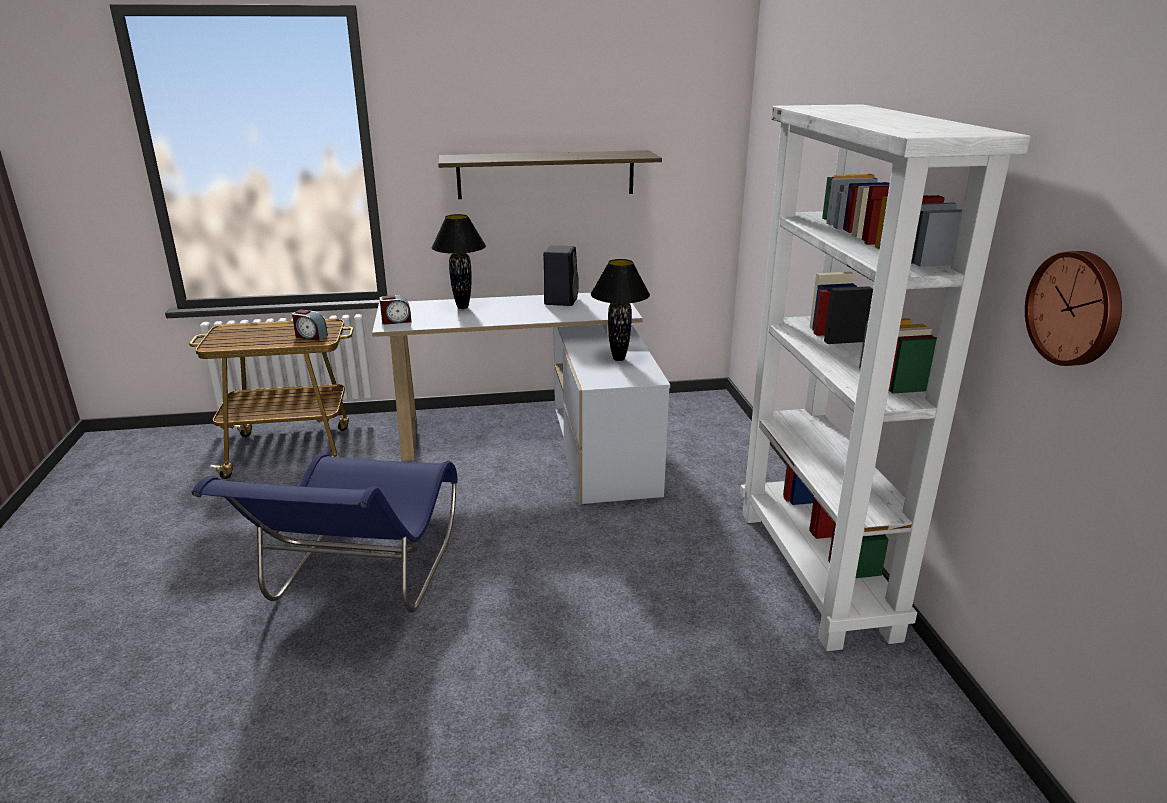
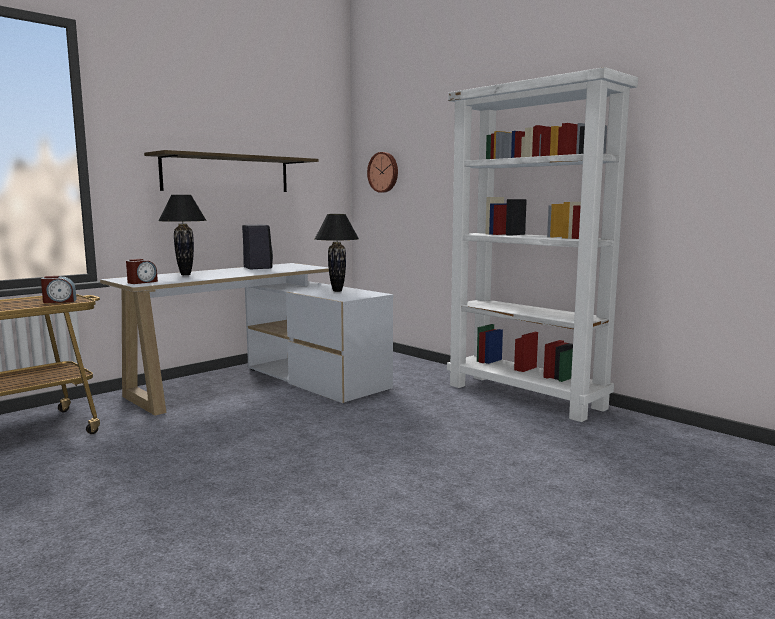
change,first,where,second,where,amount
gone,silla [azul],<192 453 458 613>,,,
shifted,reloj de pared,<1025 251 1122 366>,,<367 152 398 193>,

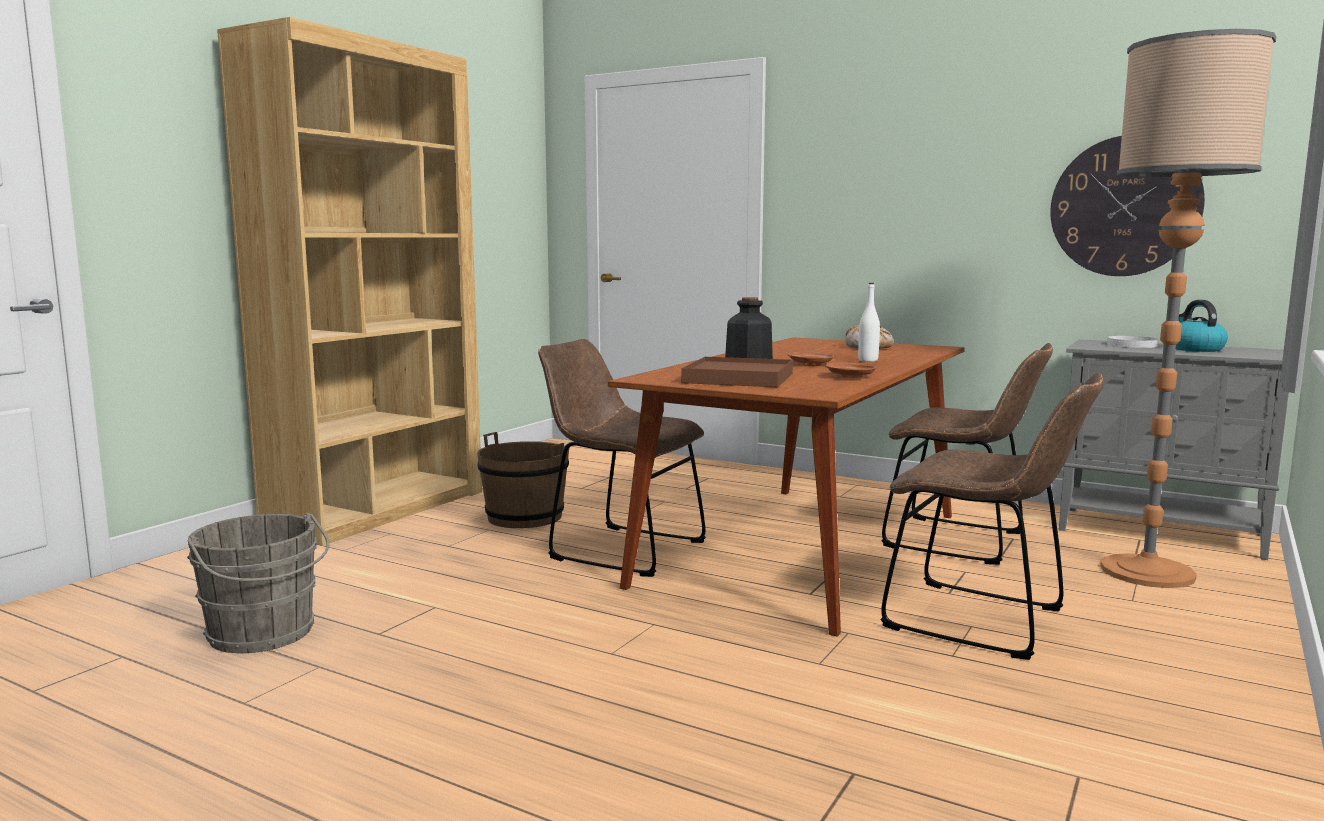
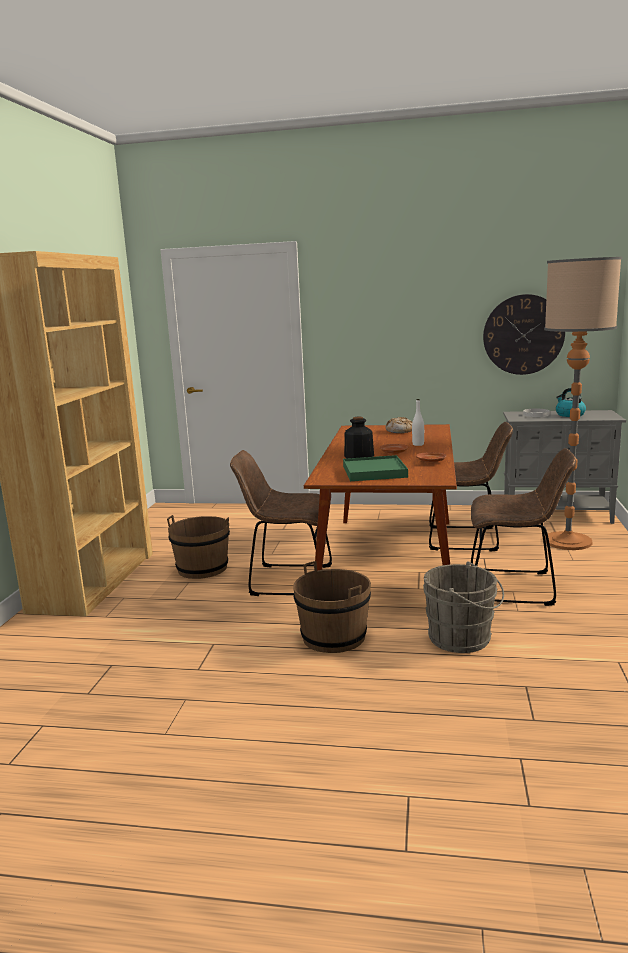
change,first,where,second,where,amount
shifted,cubo [gris],<187 513 330 653>,,<423 561 504 653>,
repainted,bandeja [marrón],<681 357 793 387>,bandeja [verde],<343 455 408 481>,
new,,,cubo [marrón],<293 561 371 653>,

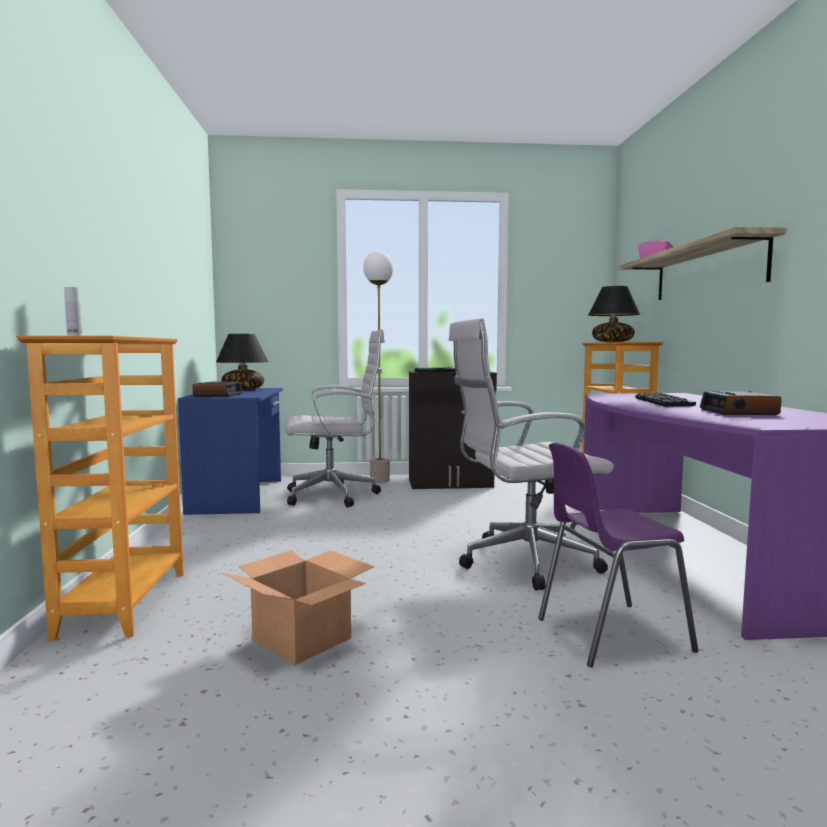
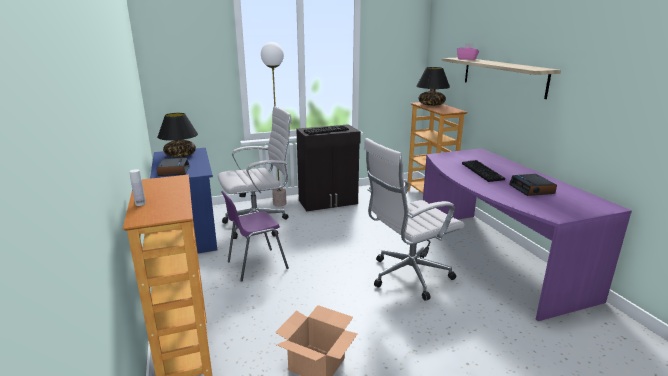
change,first,where,second,where,amount
shifted,silla [morado],<538 443 698 667>,,<221 191 289 282>,

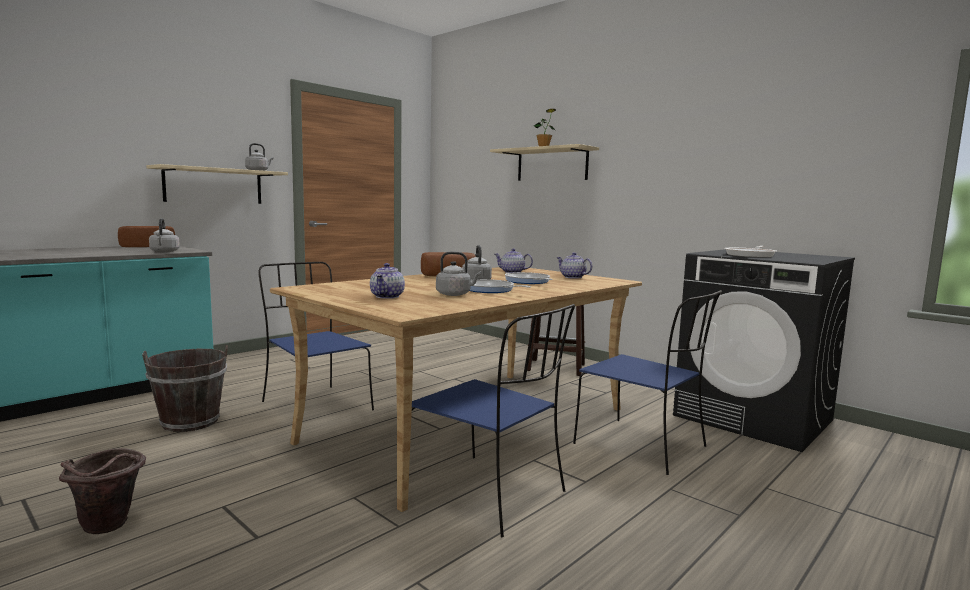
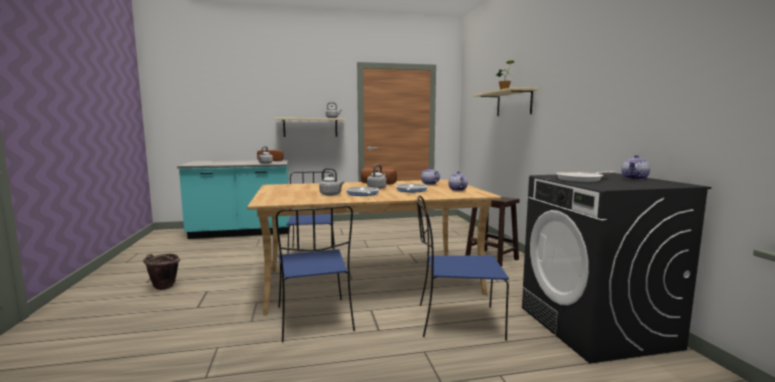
change,first,where,second,where,amount
gone,cubo [marrón],<142 345 228 432>,,,
shifted,tetera,<370 263 405 299>,,<621 155 650 180>,
rotated,silla [azul],<573 290 722 475>,,<417 195 509 341>,105 degrees clockwise

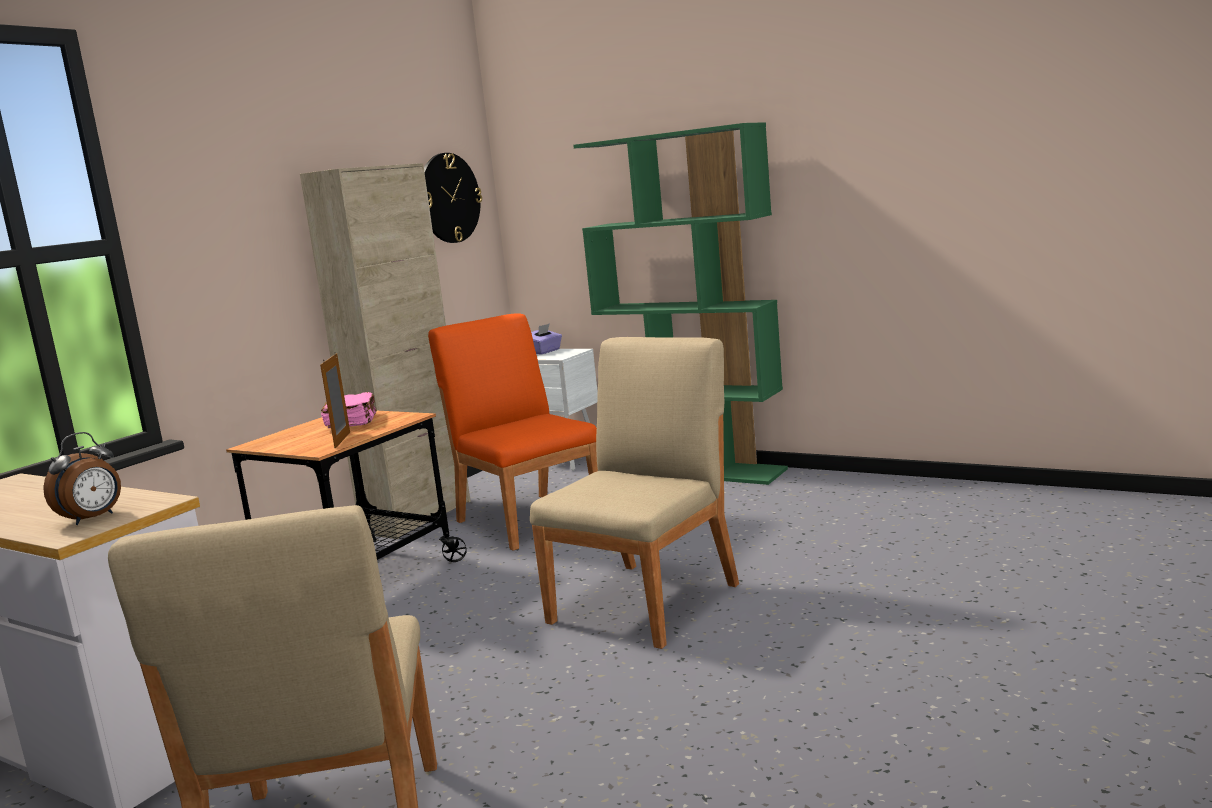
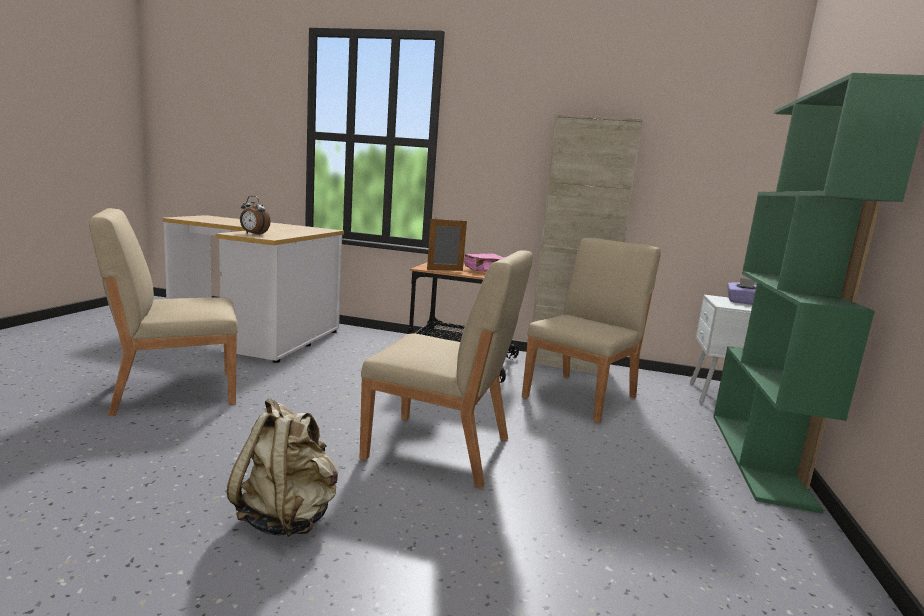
change,first,where,second,where,amount
gone,reloj de pared,<424 153 482 243>,,,
repainted,silla [naranja],<428 313 598 551>,silla [beis],<522 238 661 423>,
new,,,mochila [beis],<227 398 338 537>,

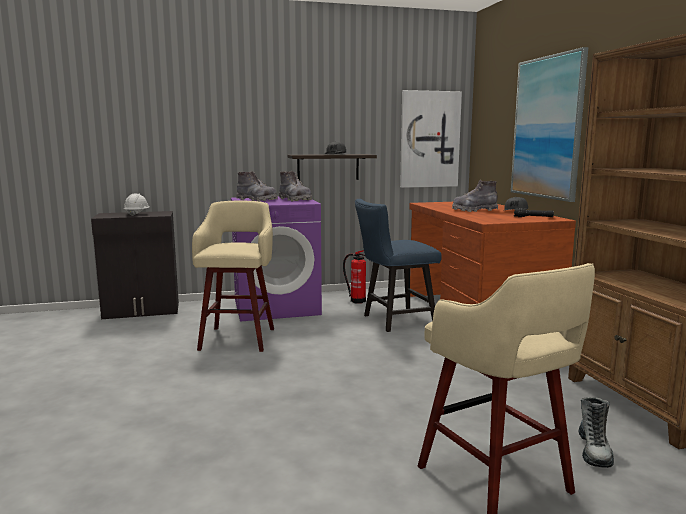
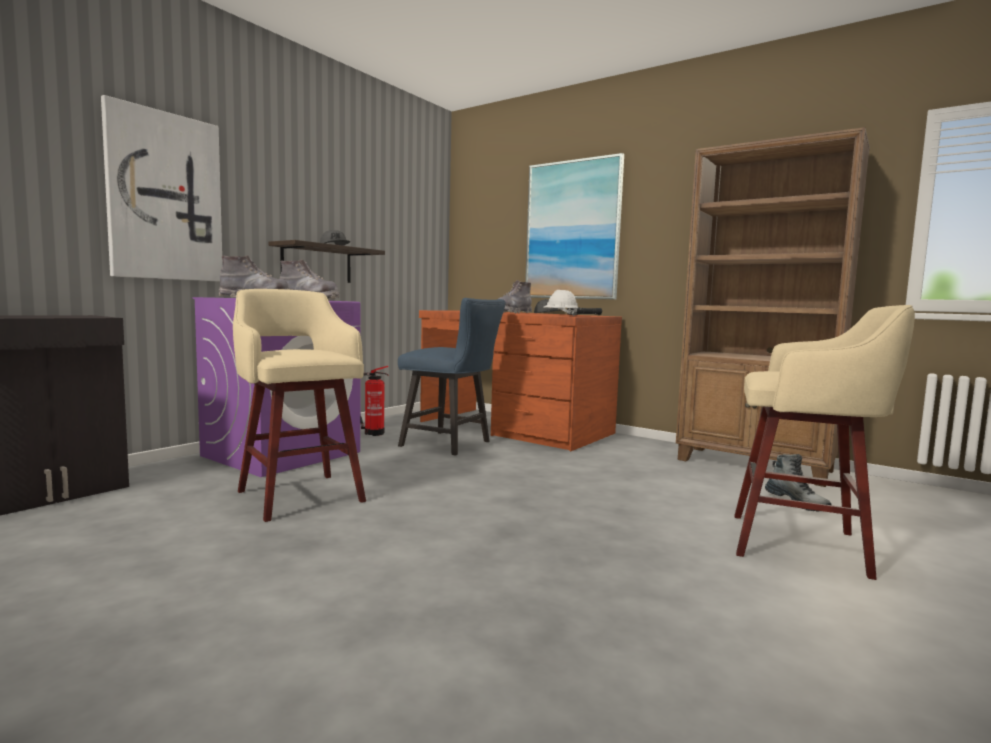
change,first,where,second,where,amount
shifted,casco [blanco],<123 194 150 216>,,<543 290 578 316>,
rotated,silla [azul],<355 199 442 332>,,<398 298 506 455>,90 degrees counterclockwise
shifted,cuadro,<400 90 462 188>,,<101 95 223 282>,

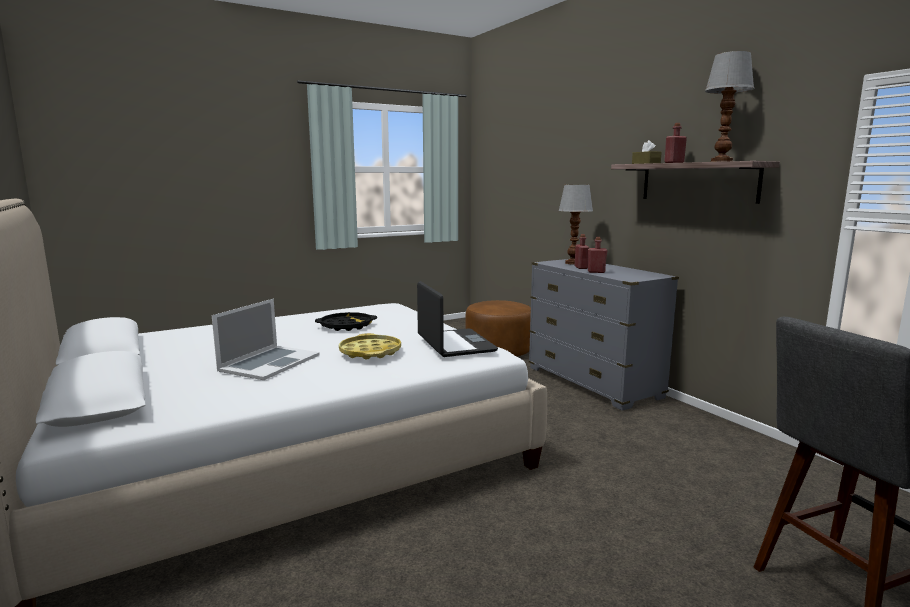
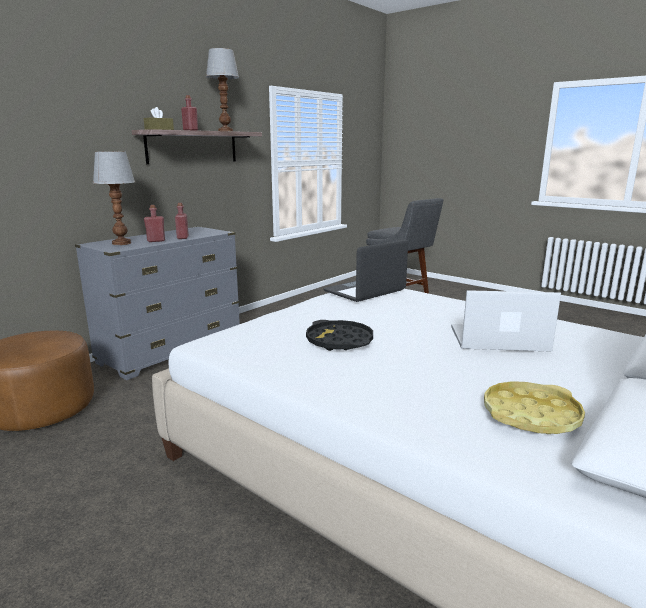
change,first,where,second,where,amount
shifted,bandeja [amarillo],<339 333 401 359>,,<484 381 585 434>,

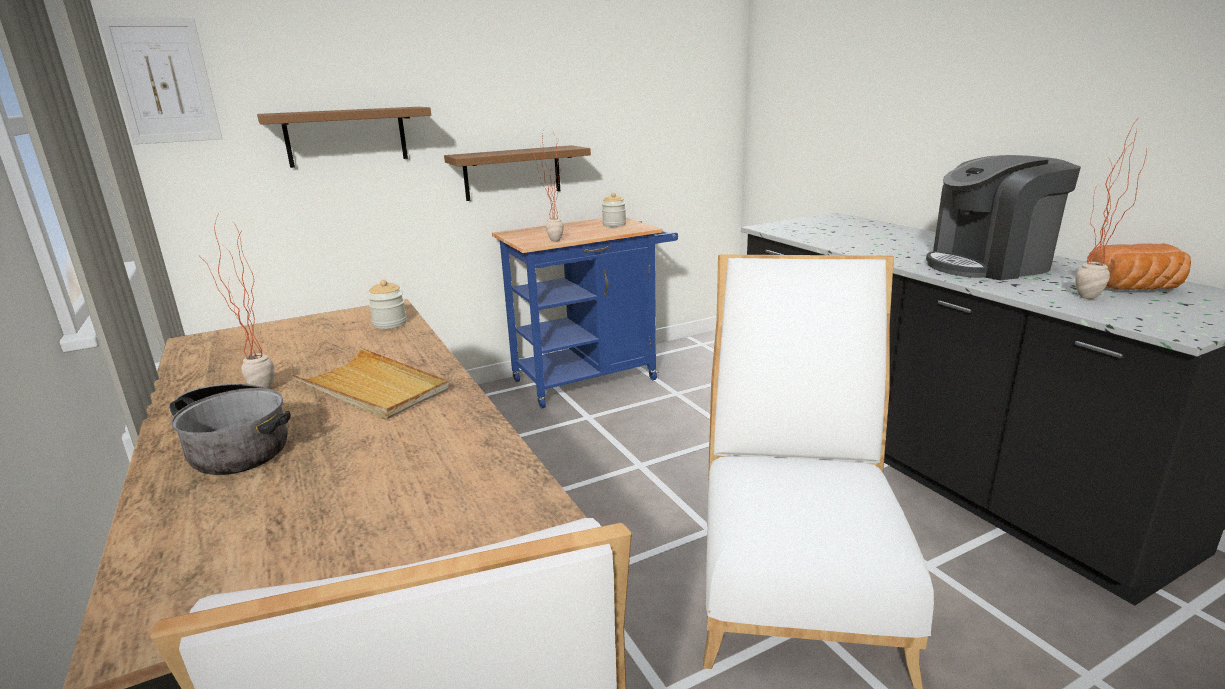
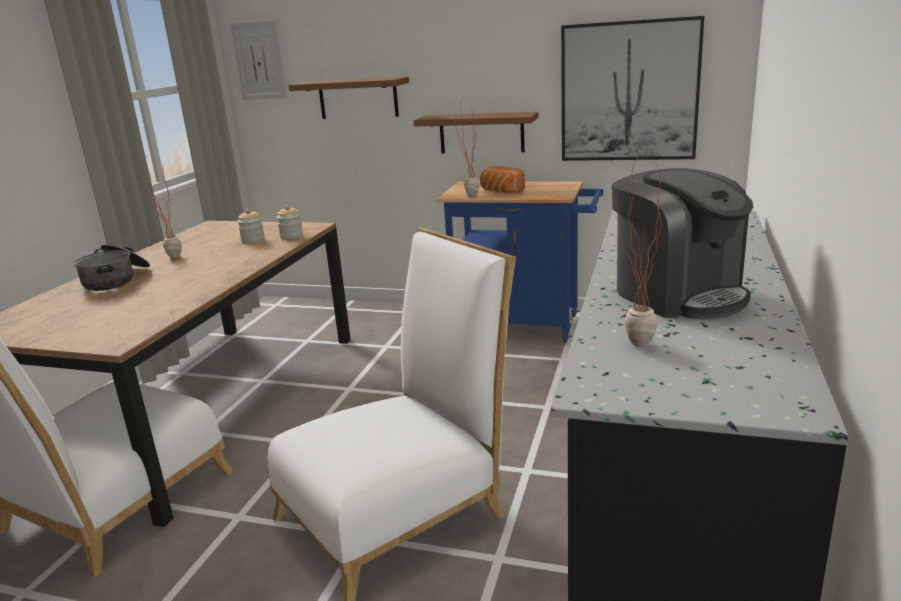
change,first,where,second,where,amount
gone,bandeja [beis],<289 348 449 420>,,,
shifted,tarro,<602 193 626 227>,,<237 209 265 243>,
rotated,cafetera,<926 155 1081 280>,,<612 168 753 319>,150 degrees counterclockwise
shifted,pan,<1089 244 1191 290>,,<480 166 525 193>,
new,,,cuadro,<561 16 705 161>,

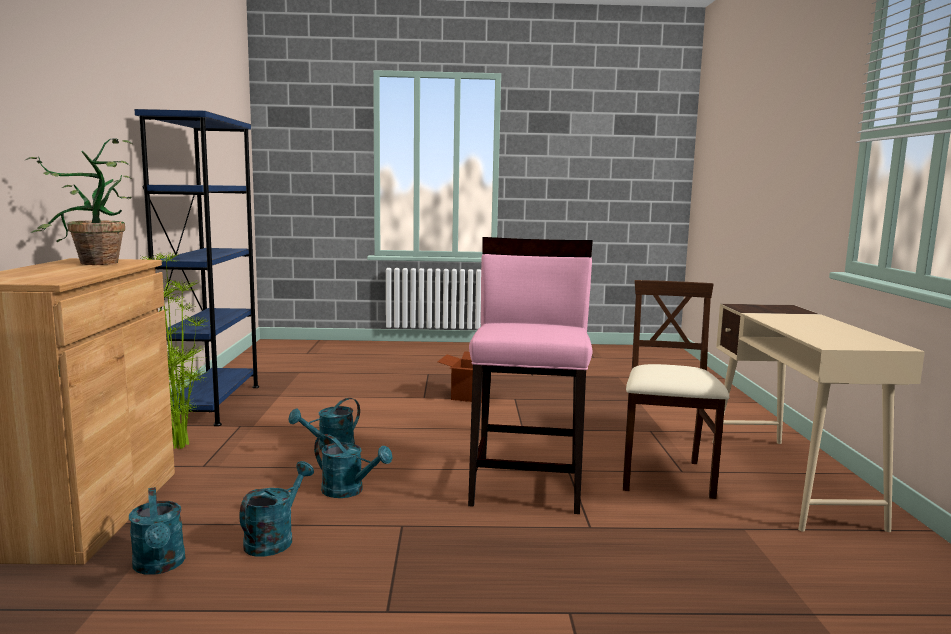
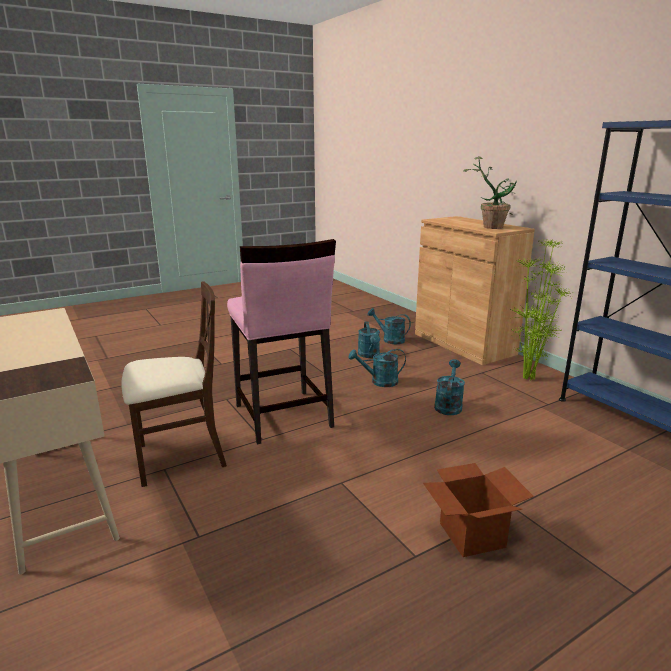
change,first,where,second,where,amount
rotated,silla [beis],<622 280 729 499>,,<121 281 227 487>,90 degrees counterclockwise

